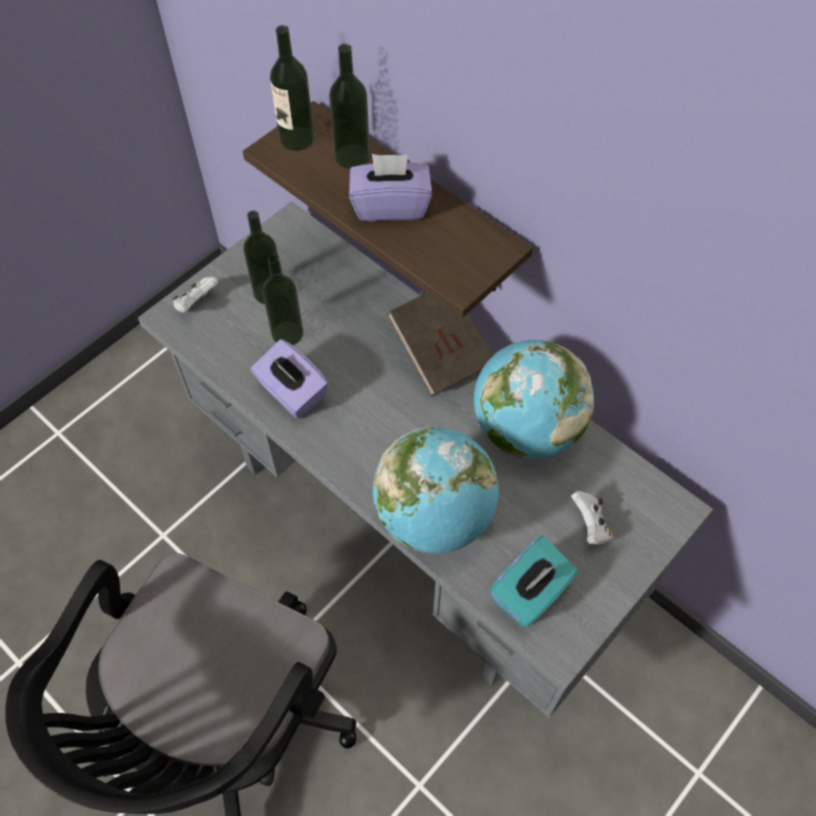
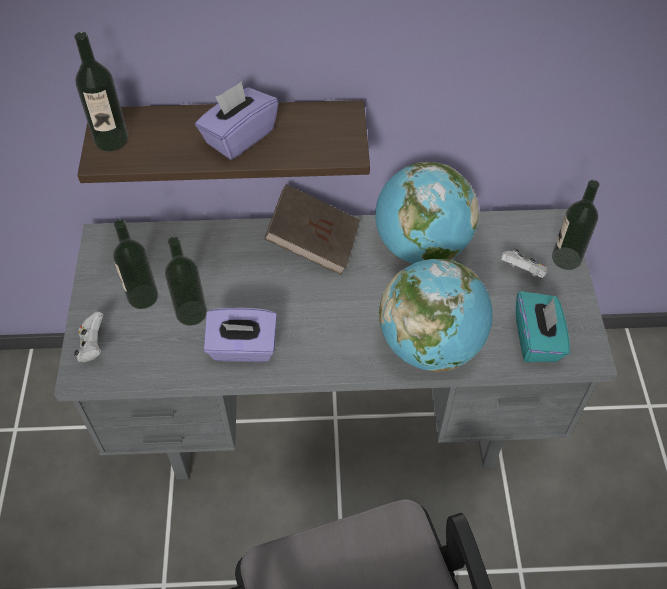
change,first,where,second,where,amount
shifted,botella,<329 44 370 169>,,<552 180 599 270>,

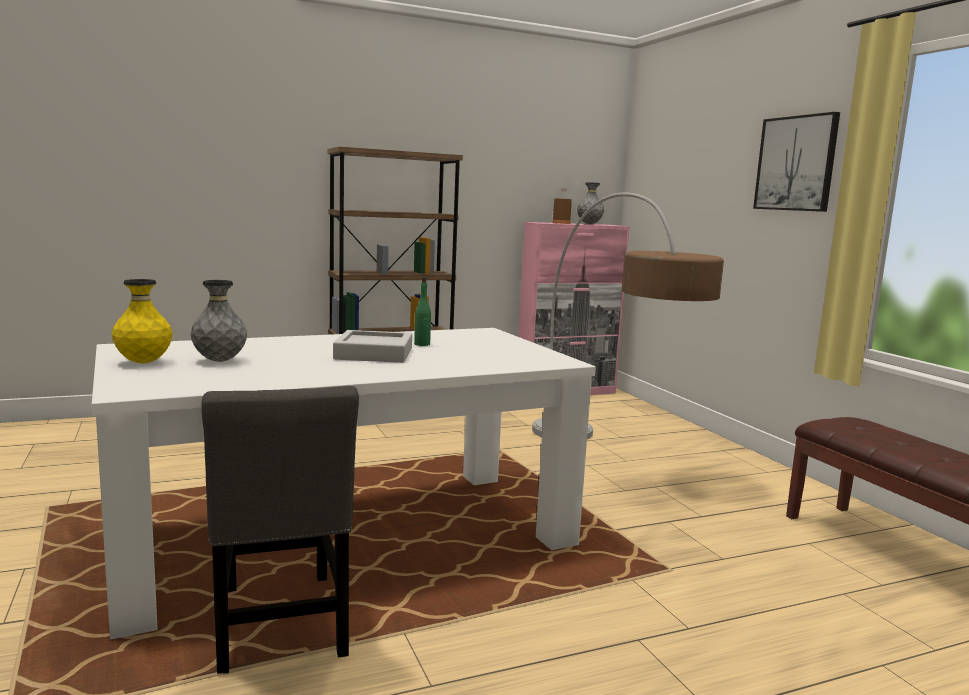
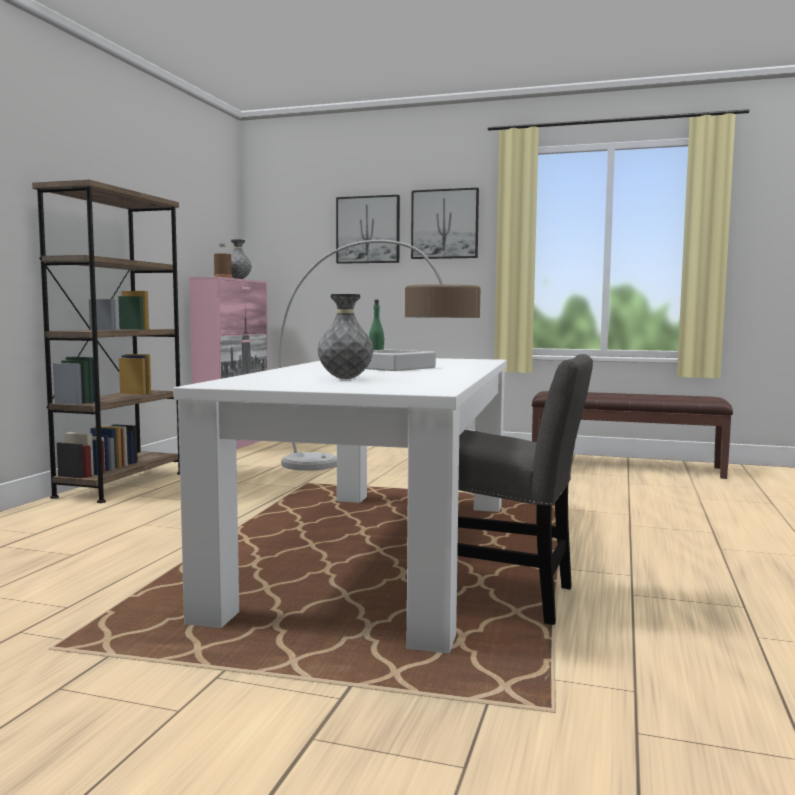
change,first,where,second,where,amount
gone,florero [amarillo],<112 279 172 363>,,,
new,,,cuadro,<336 195 400 264>,

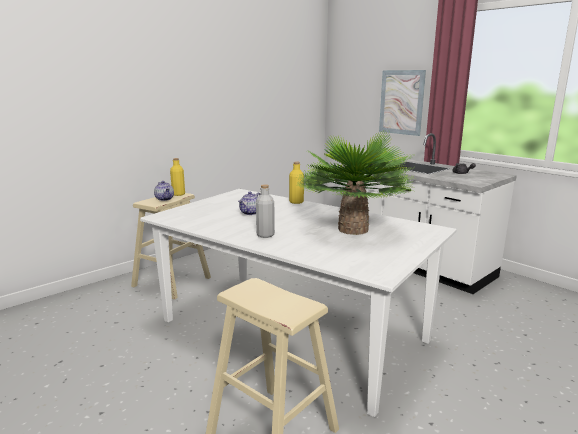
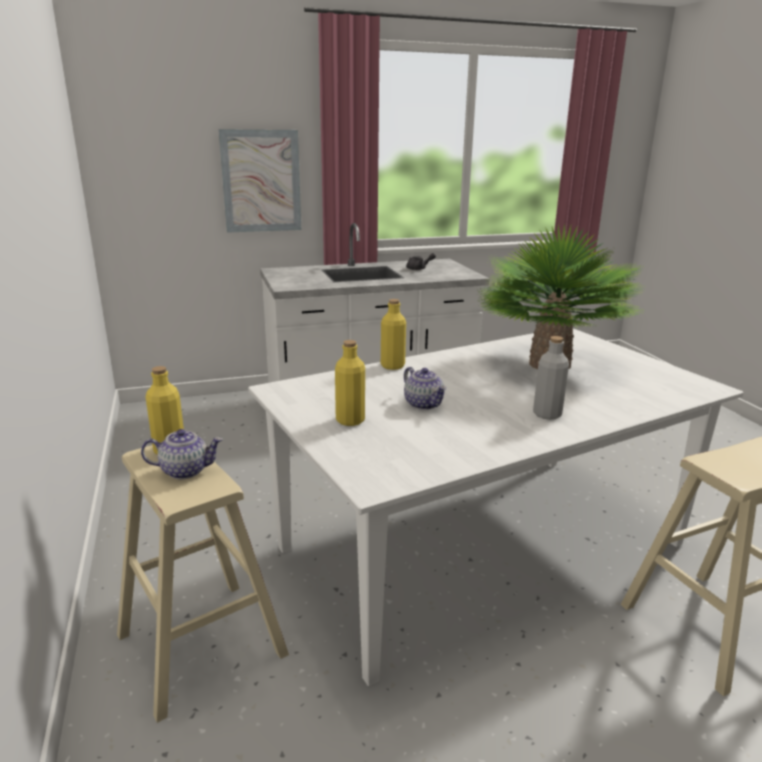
change,first,where,second,where,amount
new,,,botella [amarillo],<335 340 365 426>,

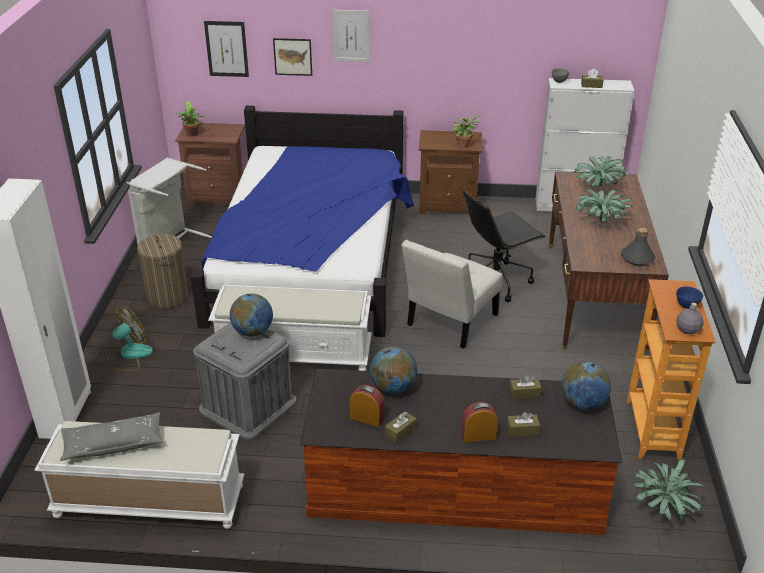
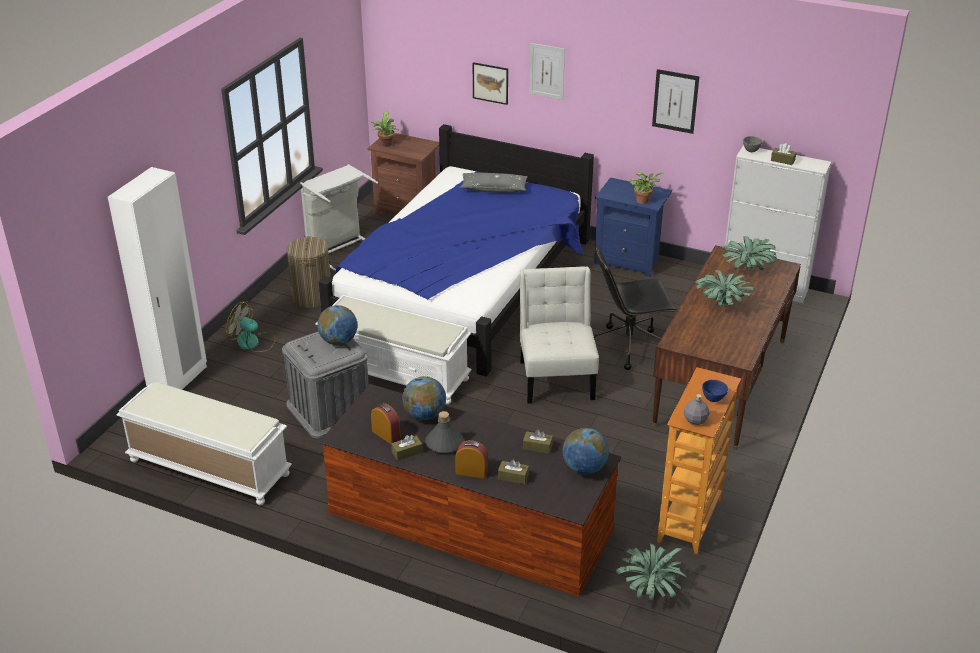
change,first,where,second,where,amount
shifted,cojín [gris],<60 412 163 461>,,<460 173 528 193>,
rotated,ventilador,<107 307 153 371>,,<226 301 276 352>,135 degrees counterclockwise
shifted,cuadro,<204 21 249 77>,,<652 69 699 134>,
rotated,silla [blanco],<401 240 502 349>,,<520 266 599 403>,120 degrees clockwise
repainted,mesita de noche [marrón],<419 130 482 216>,mesita de noche [azul],<594 177 672 277>,
shifted,botella [gris],<621 228 655 266>,,<425 411 464 453>,

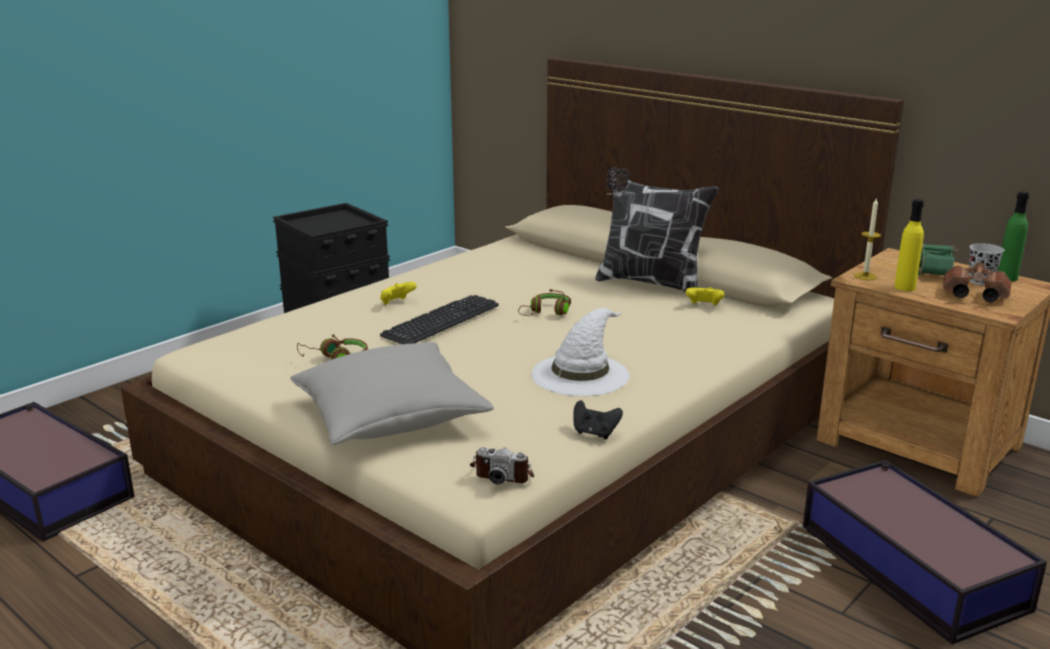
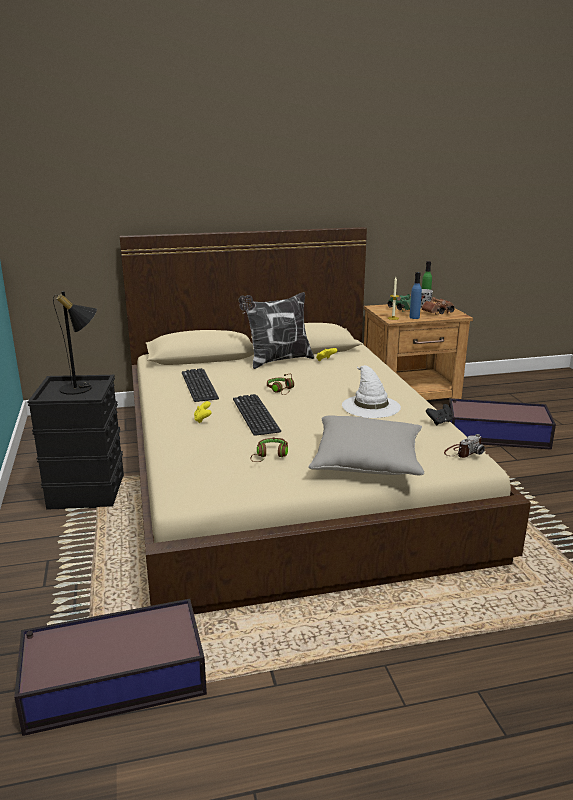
change,first,where,second,where,amount
repainted,botella [amarillo],<894 199 924 291>,botella [azul],<409 272 422 319>,
new,,,lámpara de mesa [negro],<53 291 97 395>,
new,,,teclado,<182 368 219 402>,

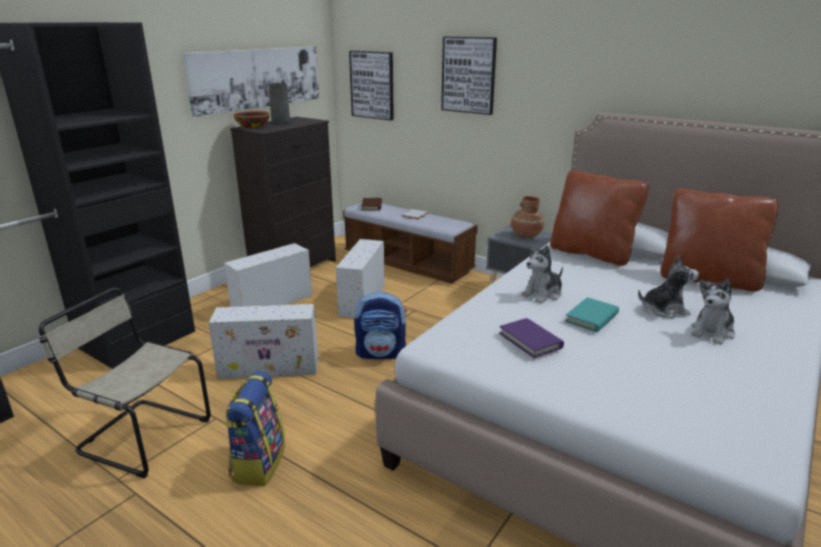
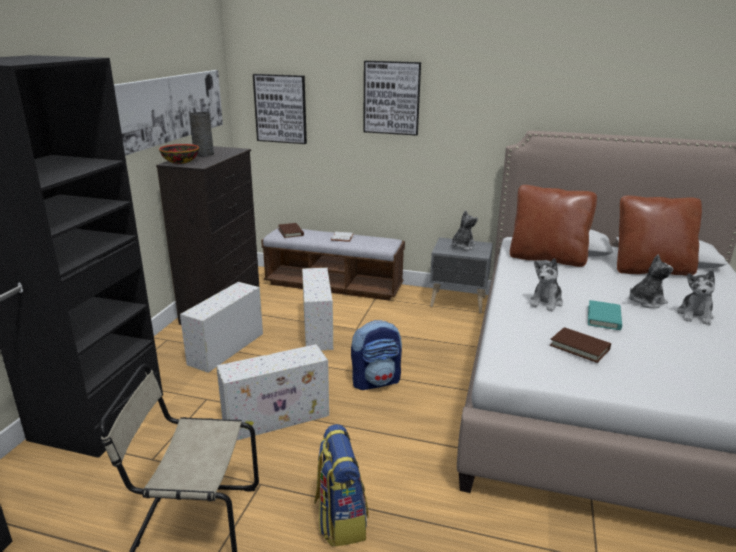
change,first,where,second,where,amount
repainted,libro [morado],<499 318 564 358>,libro [marrón],<550 327 611 363>,
swapped,florero [marrón],<511 196 544 238>,peluche,<451 210 478 250>,

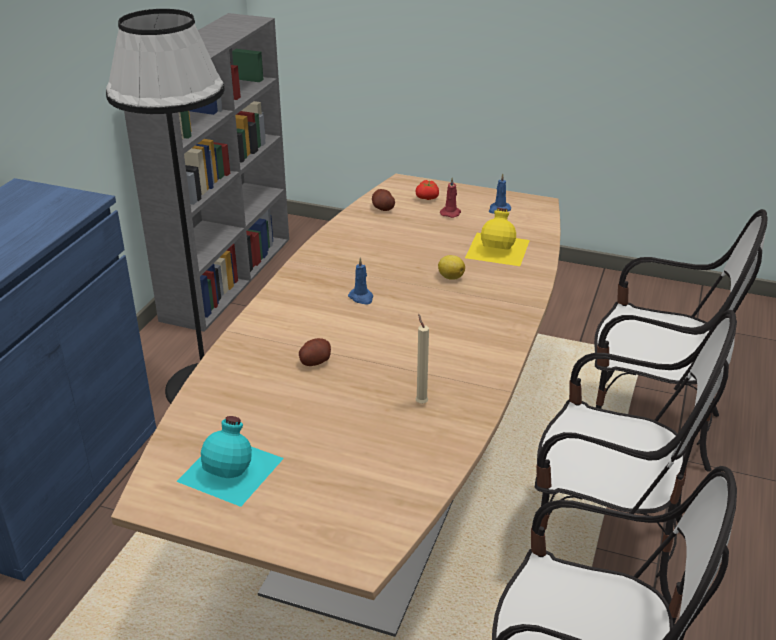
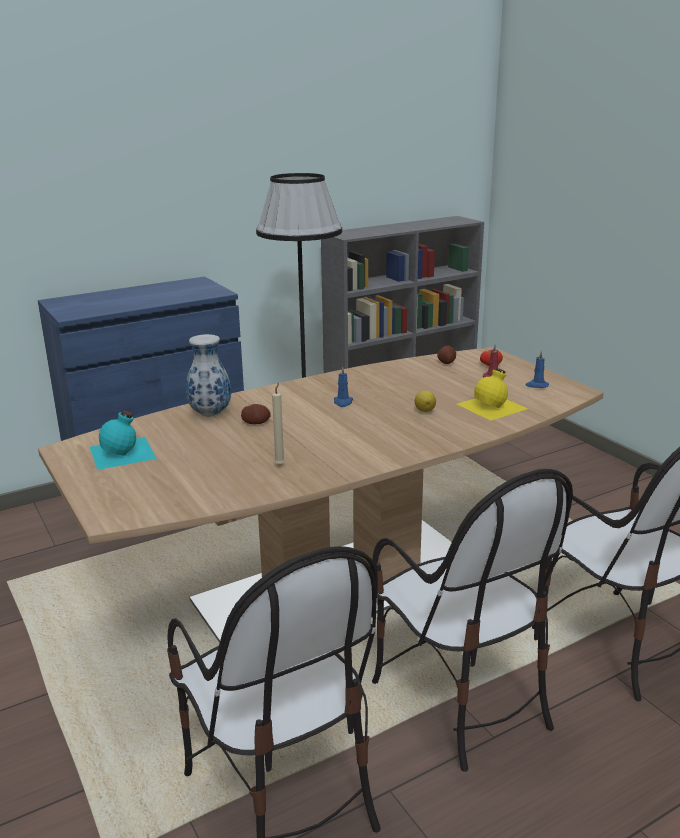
change,first,where,second,where,amount
new,,,florero,<186 334 231 416>,

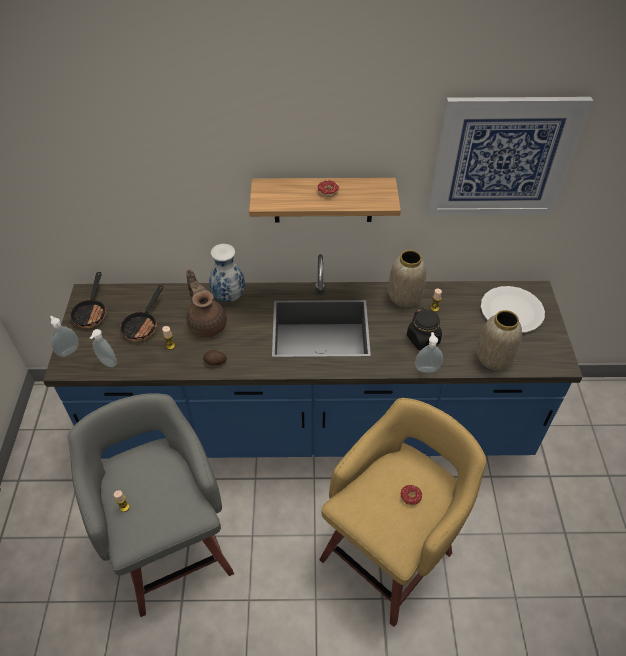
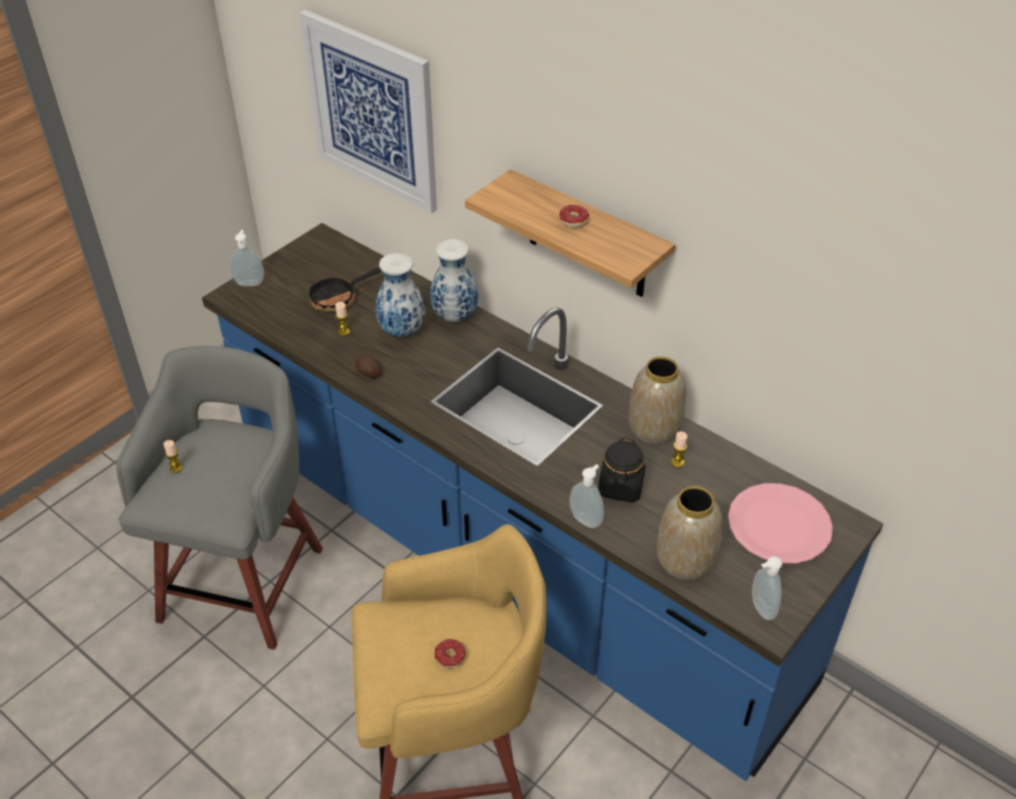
change,first,where,second,where,amount
gone,sartén,<69 272 107 329>,,,
shifted,dispensador de jabón,<90 329 117 367>,,<752 556 783 620>,
swapped,tetera [marrón],<186 269 227 337>,florero,<375 253 425 337>,
shifted,cuadro,<428 97 593 215>,,<299 10 437 214>,
repainted,plato [blanco],<481 286 545 333>,plato [rosa],<728 483 833 564>,

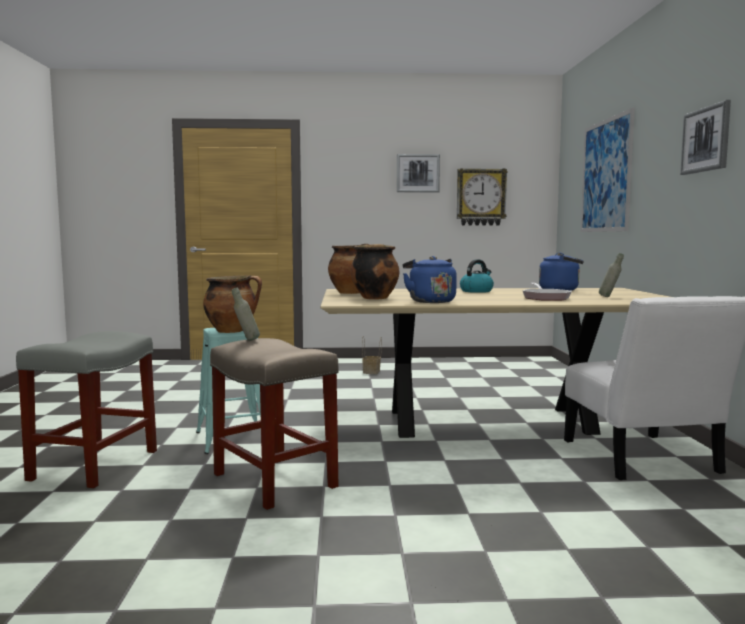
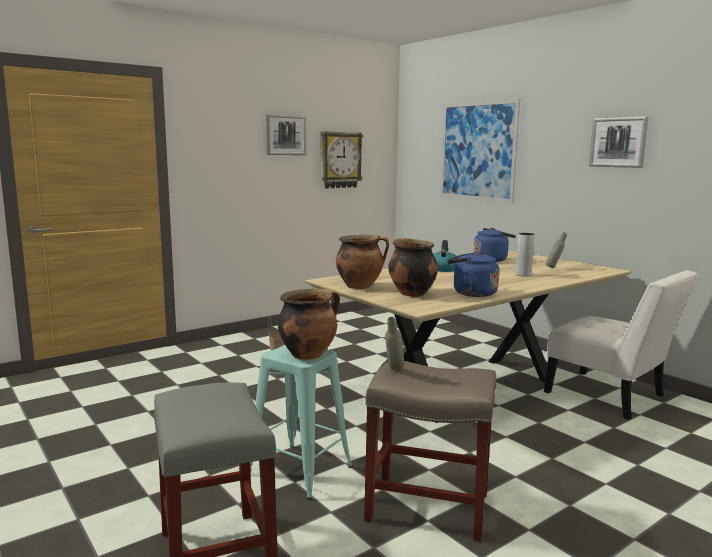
change,first,where,second,where,amount
swapped,sartén,<523 283 572 301>,florero [gris],<516 233 535 277>,

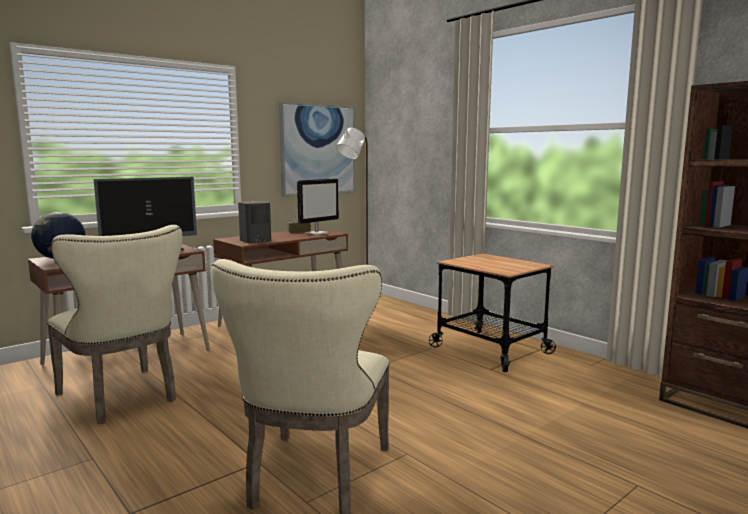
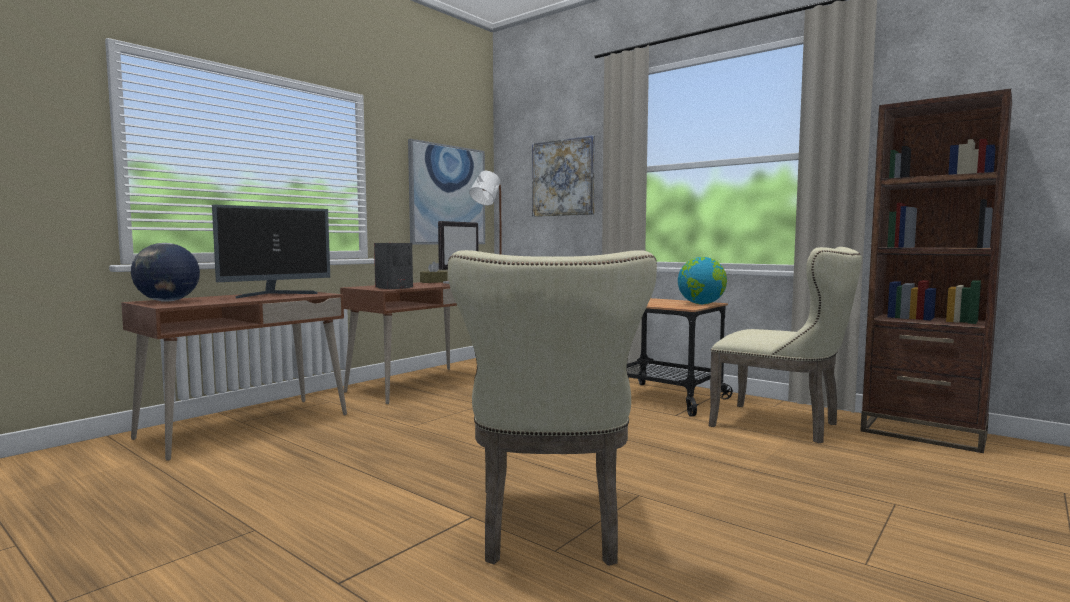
change,first,where,second,where,amount
shifted,silla [beis],<47 225 182 424>,,<709 247 862 443>,
new,,,cuadro,<532 135 595 217>,
new,,,globo terráqueo,<678 257 727 304>,

